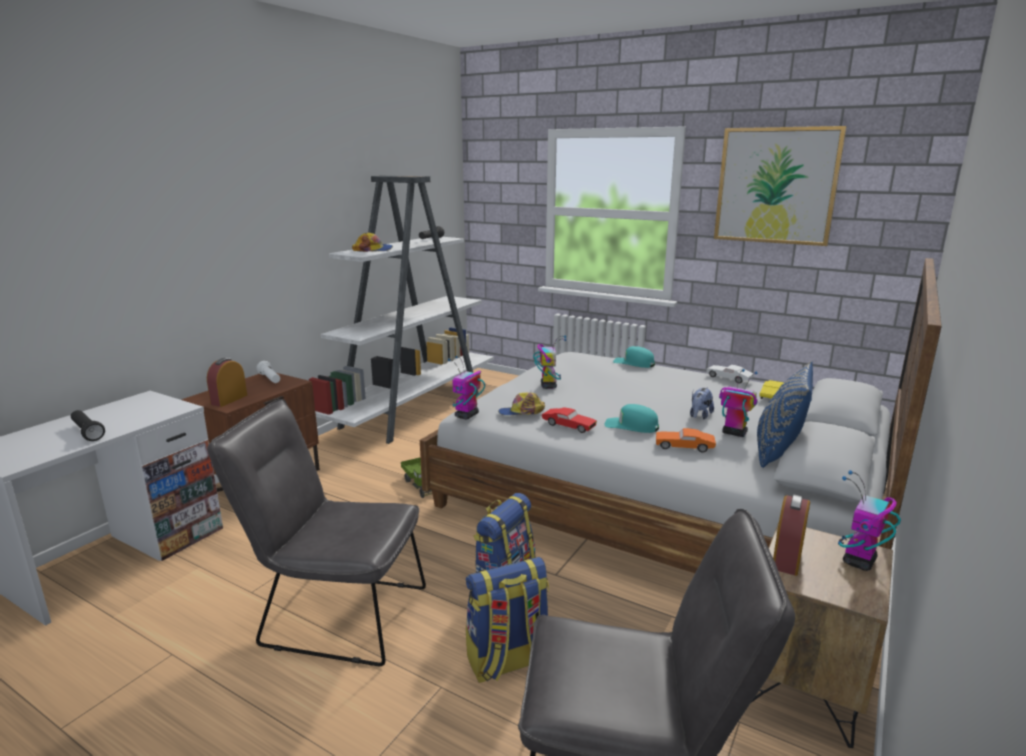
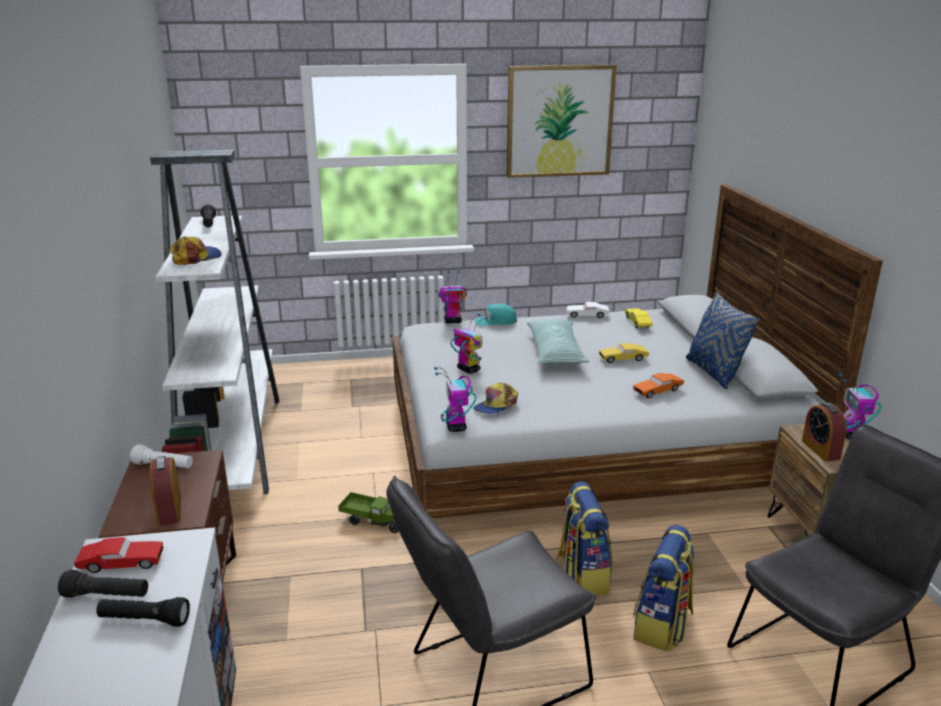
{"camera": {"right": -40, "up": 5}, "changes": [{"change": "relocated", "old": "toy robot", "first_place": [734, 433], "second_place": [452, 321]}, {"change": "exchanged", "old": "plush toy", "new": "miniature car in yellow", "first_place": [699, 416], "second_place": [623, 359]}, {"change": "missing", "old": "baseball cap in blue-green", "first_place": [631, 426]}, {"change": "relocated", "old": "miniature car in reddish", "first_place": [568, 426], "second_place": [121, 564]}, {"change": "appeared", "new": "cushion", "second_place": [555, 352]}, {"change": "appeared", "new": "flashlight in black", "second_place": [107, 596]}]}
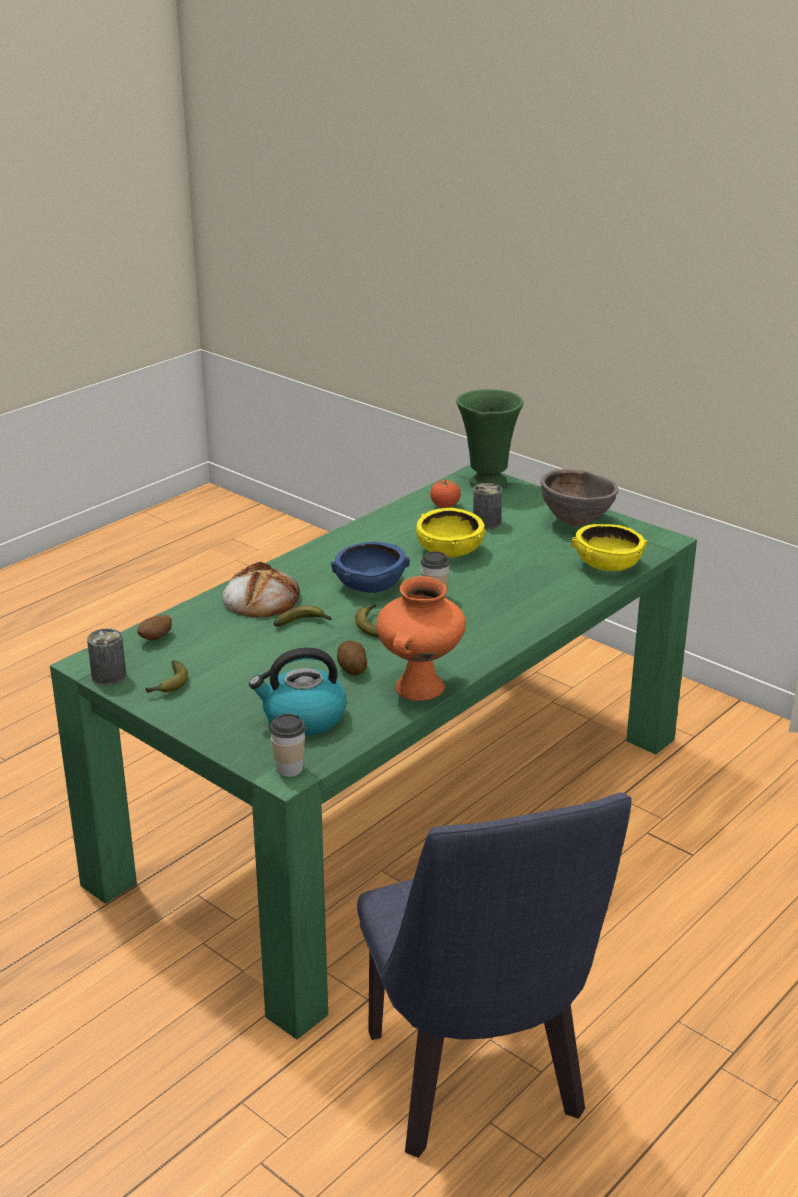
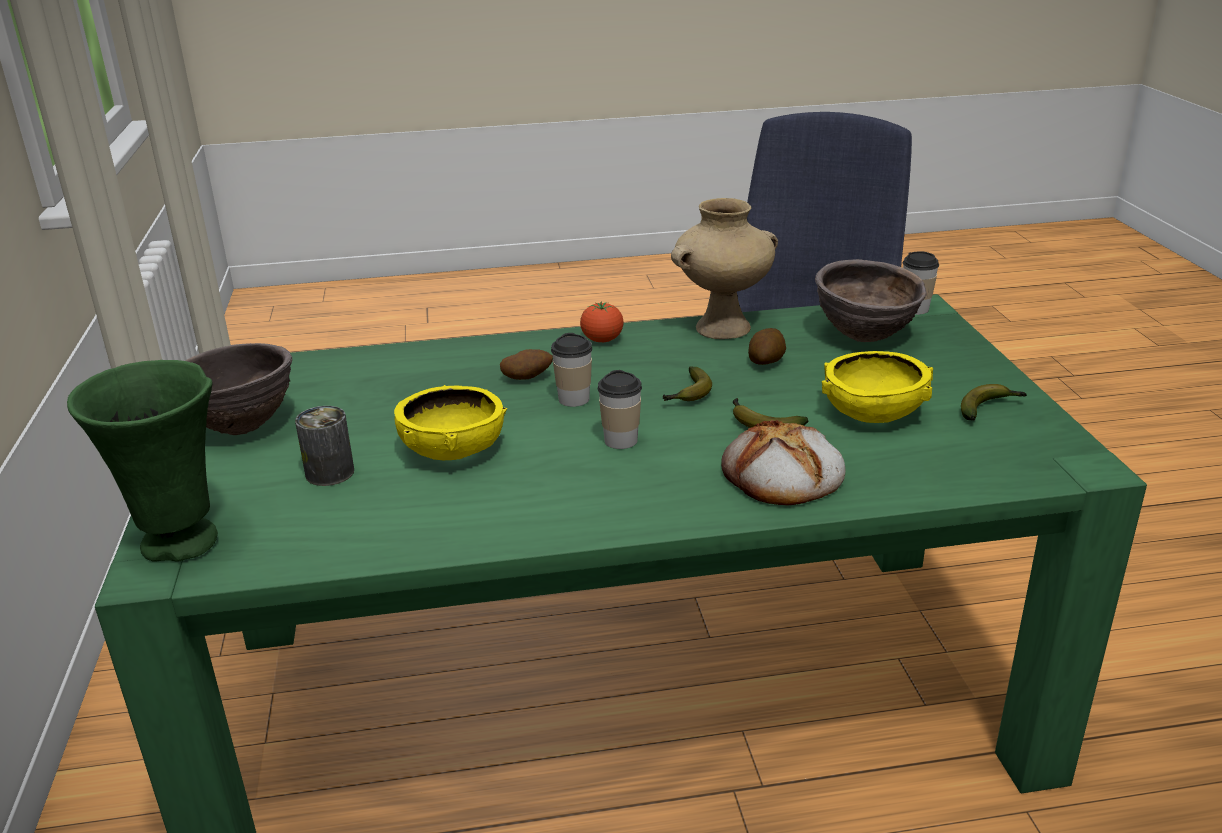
{"camera": {"right": -140, "up": 0}, "changes": [{"change": "relocated", "old": "whole tomato", "first_place": [445, 506], "second_place": [602, 340]}, {"change": "relocated", "old": "deep dish in yellow", "first_place": [607, 565], "second_place": [874, 413]}, {"change": "exchanged", "old": "deep dish in blue", "new": "cup", "first_place": [370, 585], "second_place": [621, 440]}, {"change": "colour", "old": "decorative vase in orangey", "new": "decorative vase in beige-coloured", "first_place": [420, 688], "second_place": [723, 327]}, {"change": "relocated", "old": "spud", "first_place": [156, 638], "second_place": [527, 378]}, {"change": "missing", "old": "sealed can", "first_place": [109, 676]}, {"change": "exchanged", "old": "kettle", "new": "deep dish in brownish", "first_place": [303, 718], "second_place": [865, 338]}]}
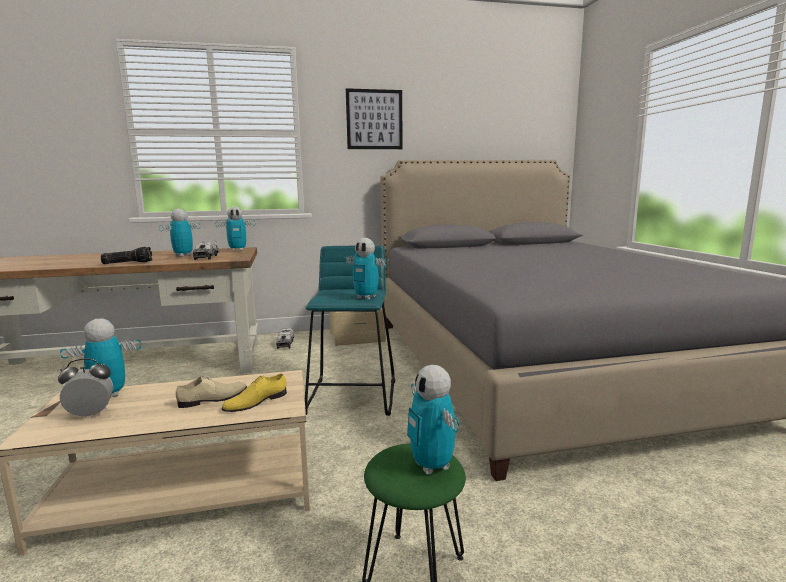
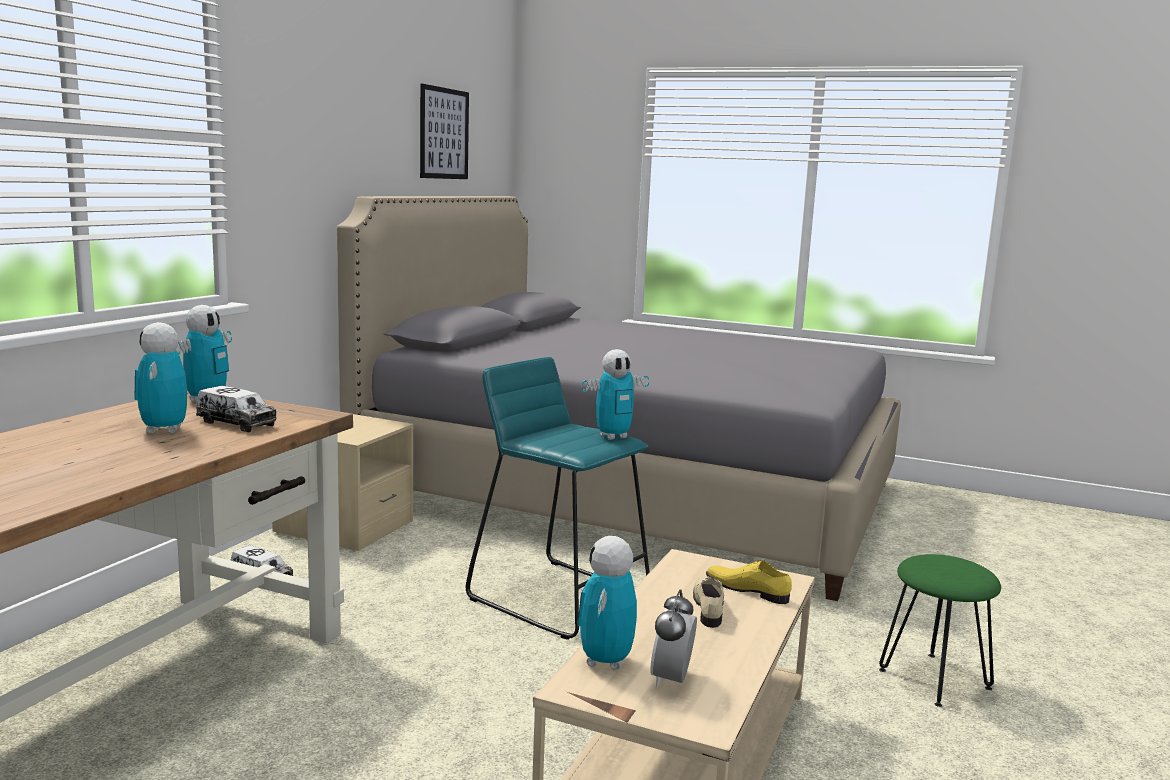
{"camera": {"right": -55, "up": 0}, "changes": [{"change": "relocated", "old": "wall art", "first_place": [374, 119], "second_place": [444, 133]}, {"change": "missing", "old": "flashlight", "first_place": [128, 263]}, {"change": "missing", "old": "toy robot", "first_place": [432, 466]}, {"change": "spun", "old": "shoe in yellow", "first_place": [255, 401], "second_place": [748, 588], "degrees": 135}]}
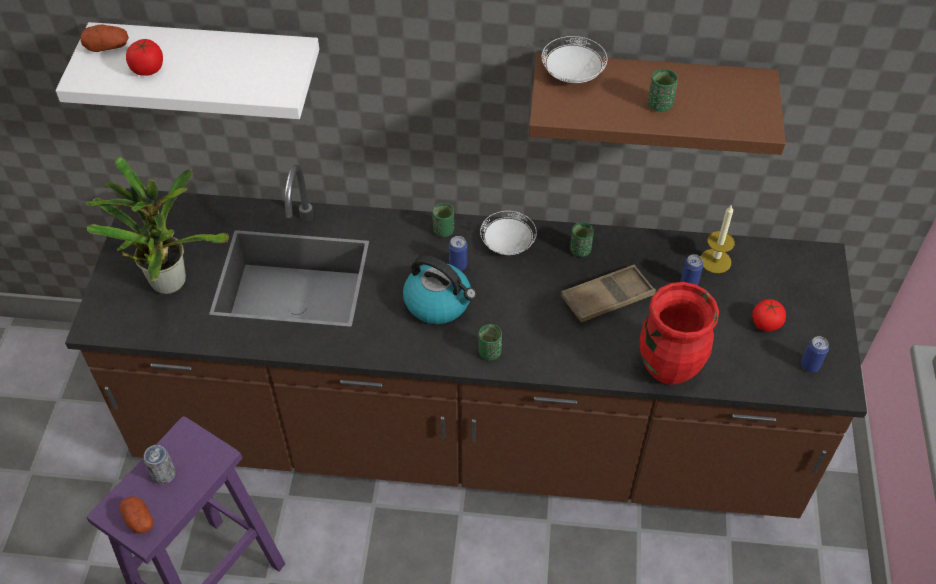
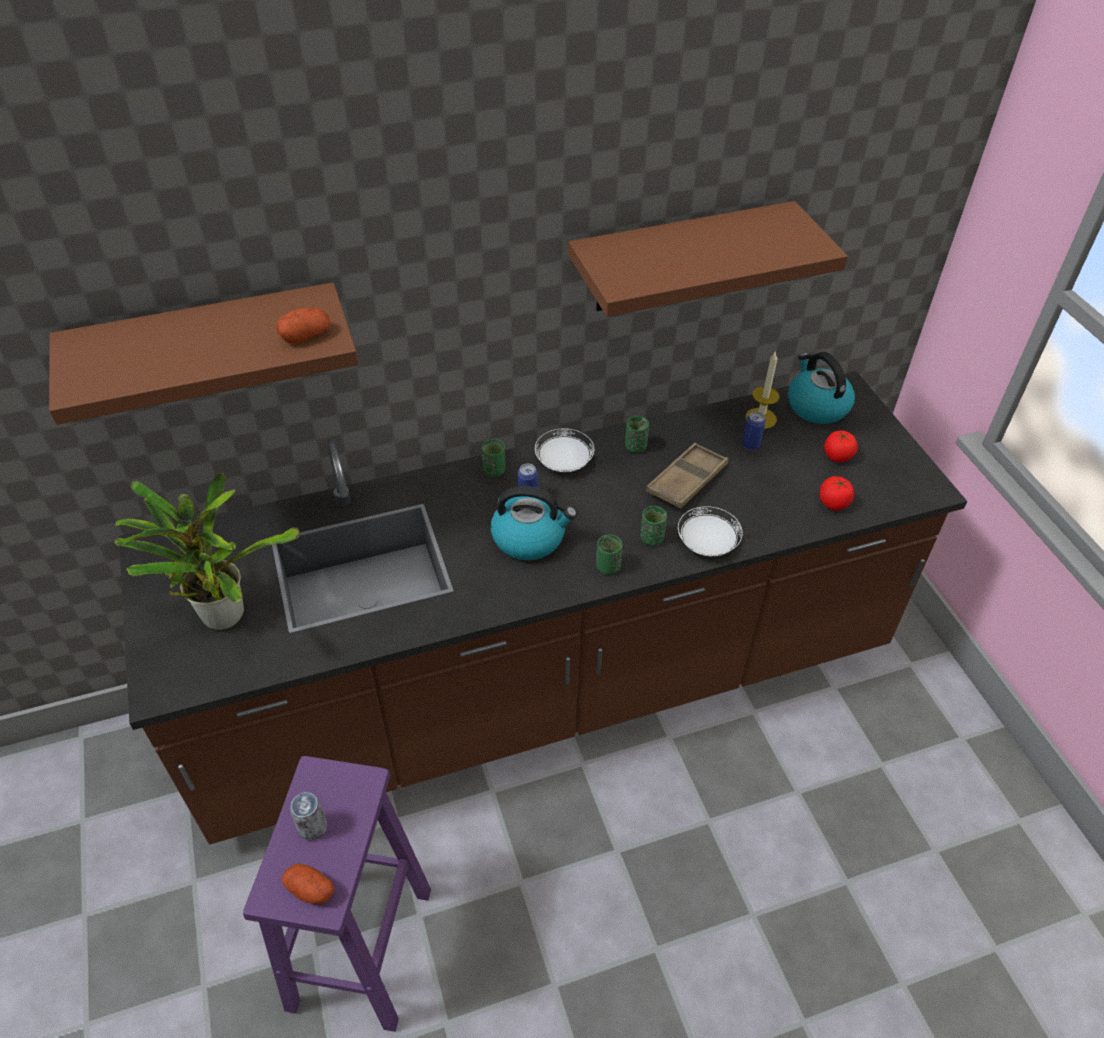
{"camera": {"right": -25, "up": -5}, "changes": [{"change": "colour", "old": "shelf in white-coloured", "new": "shelf in brownish", "first_place": [210, 61], "second_place": [208, 345]}, {"change": "relocated", "old": "spud", "first_place": [107, 47], "second_place": [306, 336]}, {"change": "relocated", "old": "flat dish in white-coloured", "first_place": [572, 74], "second_place": [707, 544]}, {"change": "relocated", "old": "whole tomato", "first_place": [148, 69], "second_place": [833, 503]}, {"change": "relocated", "old": "cup in green", "first_place": [659, 105], "second_place": [651, 538]}, {"change": "missing", "old": "decorative vase in reddish", "first_place": [669, 367]}, {"change": "missing", "old": "sealed can", "first_place": [810, 365]}, {"change": "appeared", "new": "kettle", "second_place": [816, 406]}]}
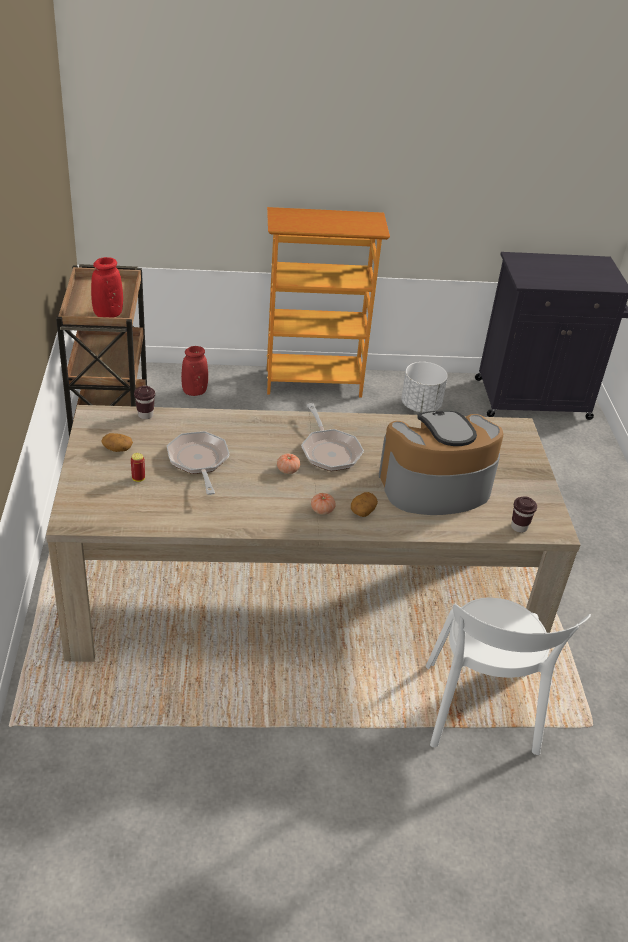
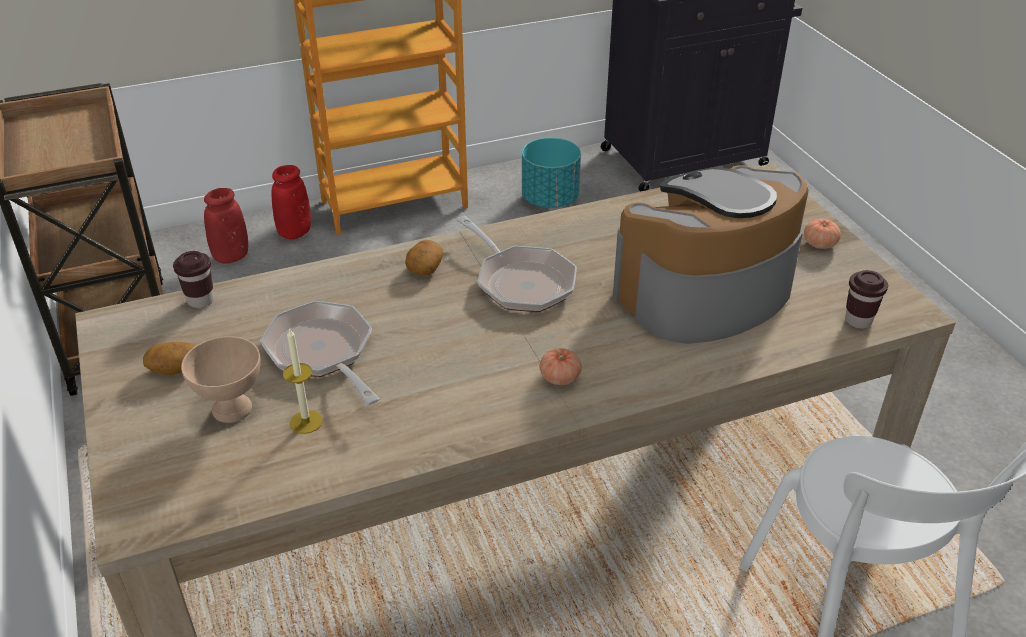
{"camera": {"right": -15, "up": 0}, "changes": [{"change": "relocated", "old": "decorative vase in reddish", "first_place": [108, 314], "second_place": [294, 232]}, {"change": "colour", "old": "flower pot in white-coloured", "new": "flower pot in blue-green", "first_place": [421, 405], "second_place": [550, 199]}, {"change": "exchanged", "old": "sealed can", "new": "deep dish in beige-coloured", "first_place": [138, 478], "second_place": [231, 410]}, {"change": "relocated", "old": "whole tomato", "first_place": [288, 470], "second_place": [819, 244]}, {"change": "relocated", "old": "spud", "first_place": [363, 510], "second_place": [424, 268]}, {"change": "appeared", "new": "wax light", "second_place": [306, 422]}]}
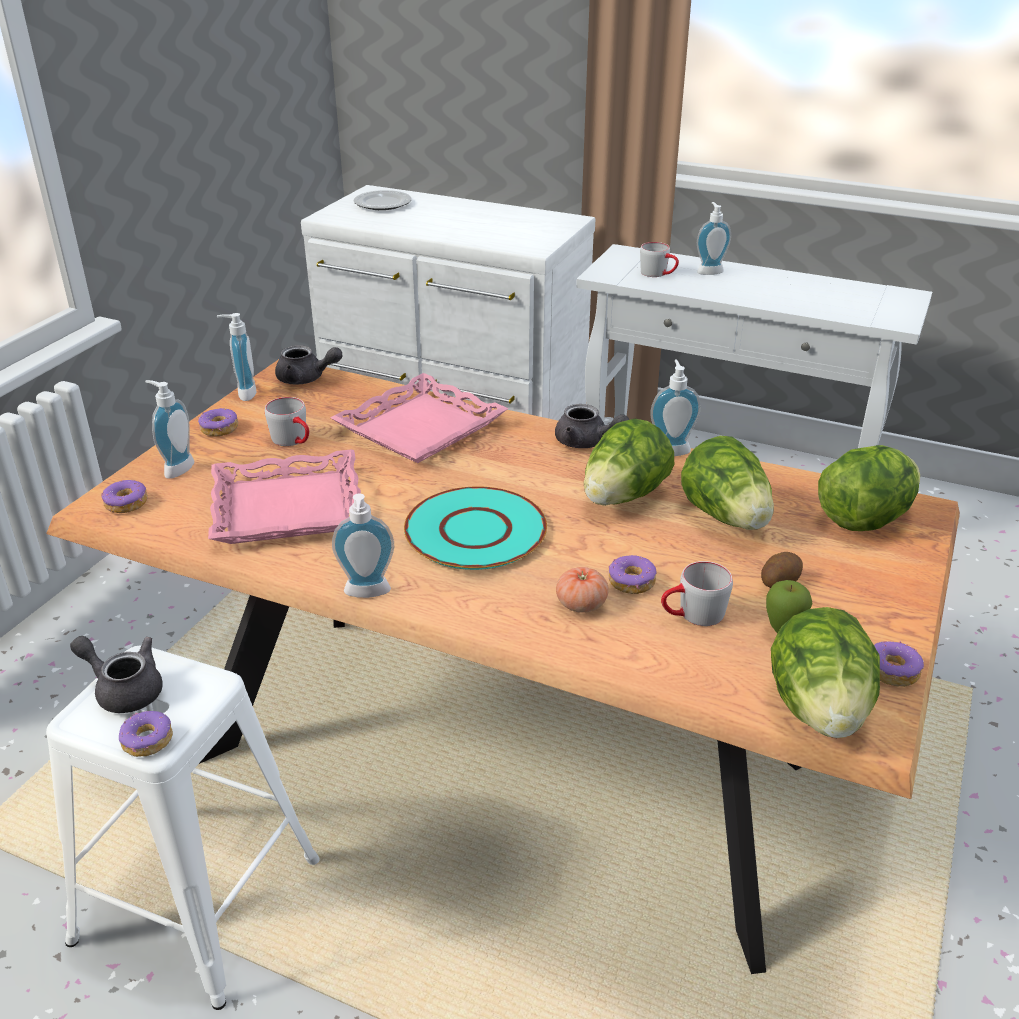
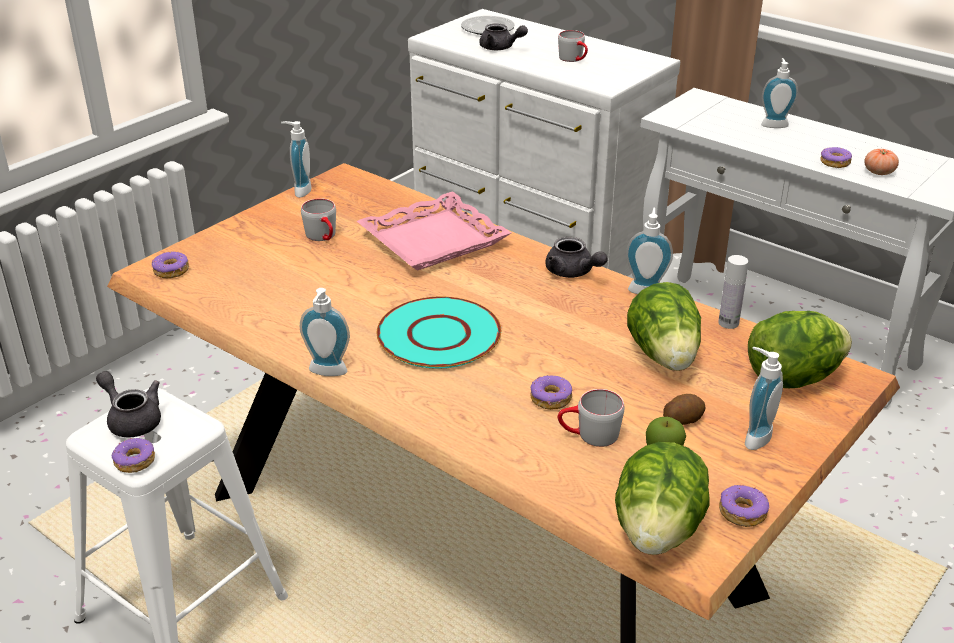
{"camera": {"right": 15, "up": 0}, "changes": [{"change": "relocated", "old": "mug in greyish", "first_place": [659, 274], "second_place": [574, 59]}, {"change": "relocated", "old": "tea pot in greyish", "first_place": [306, 379], "second_place": [500, 48]}, {"change": "relocated", "old": "soap dispenser", "first_place": [175, 468], "second_place": [753, 436]}, {"change": "relocated", "old": "donut", "first_place": [219, 429], "second_place": [835, 163]}, {"change": "missing", "old": "head of lettuce", "first_place": [623, 497]}, {"change": "missing", "old": "serving tray in pink", "first_place": [288, 507]}, {"change": "relocated", "old": "whole tomato", "first_place": [581, 604], "second_place": [879, 172]}, {"change": "appeared", "new": "bottle in white-coloured", "second_place": [728, 323]}]}
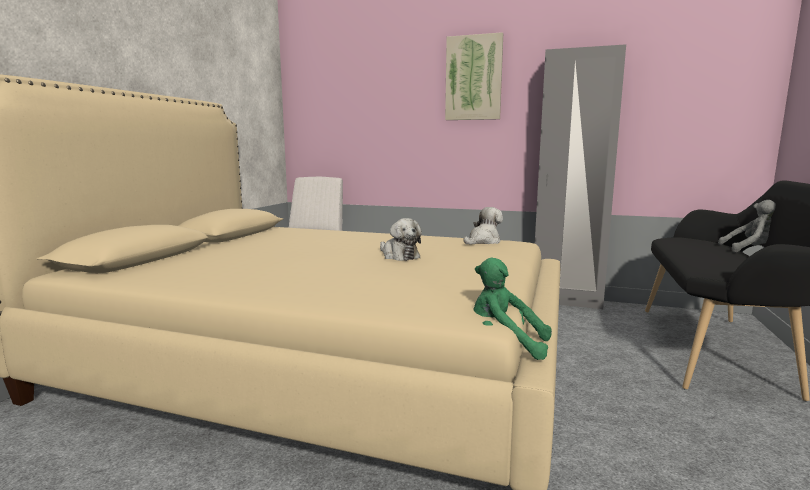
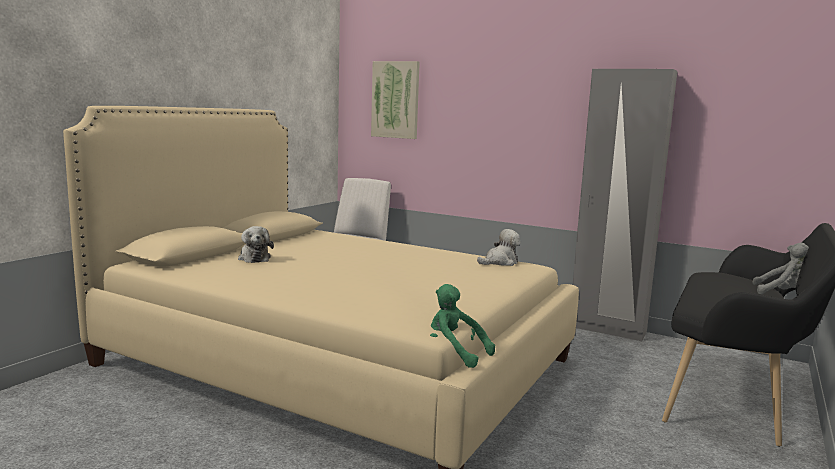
{"camera": {"right": 10, "up": 0}, "changes": [{"change": "relocated", "old": "wall art", "first_place": [473, 78], "second_place": [395, 100]}, {"change": "relocated", "old": "plush toy", "first_place": [399, 256], "second_place": [254, 258]}]}
